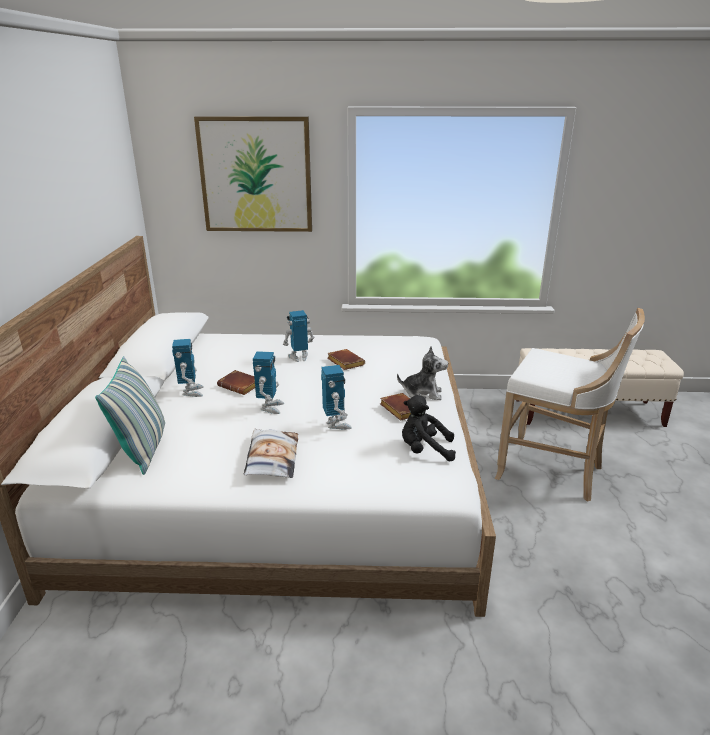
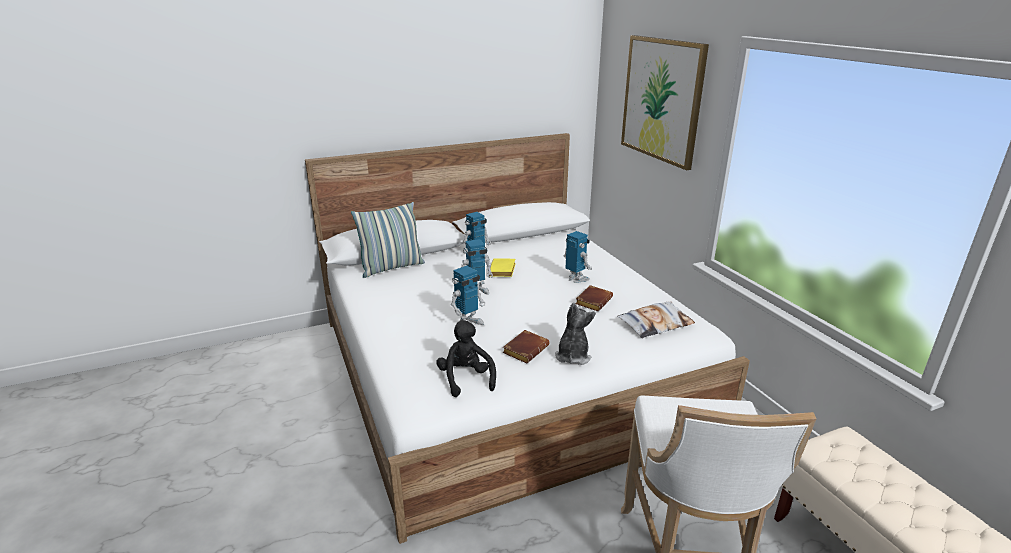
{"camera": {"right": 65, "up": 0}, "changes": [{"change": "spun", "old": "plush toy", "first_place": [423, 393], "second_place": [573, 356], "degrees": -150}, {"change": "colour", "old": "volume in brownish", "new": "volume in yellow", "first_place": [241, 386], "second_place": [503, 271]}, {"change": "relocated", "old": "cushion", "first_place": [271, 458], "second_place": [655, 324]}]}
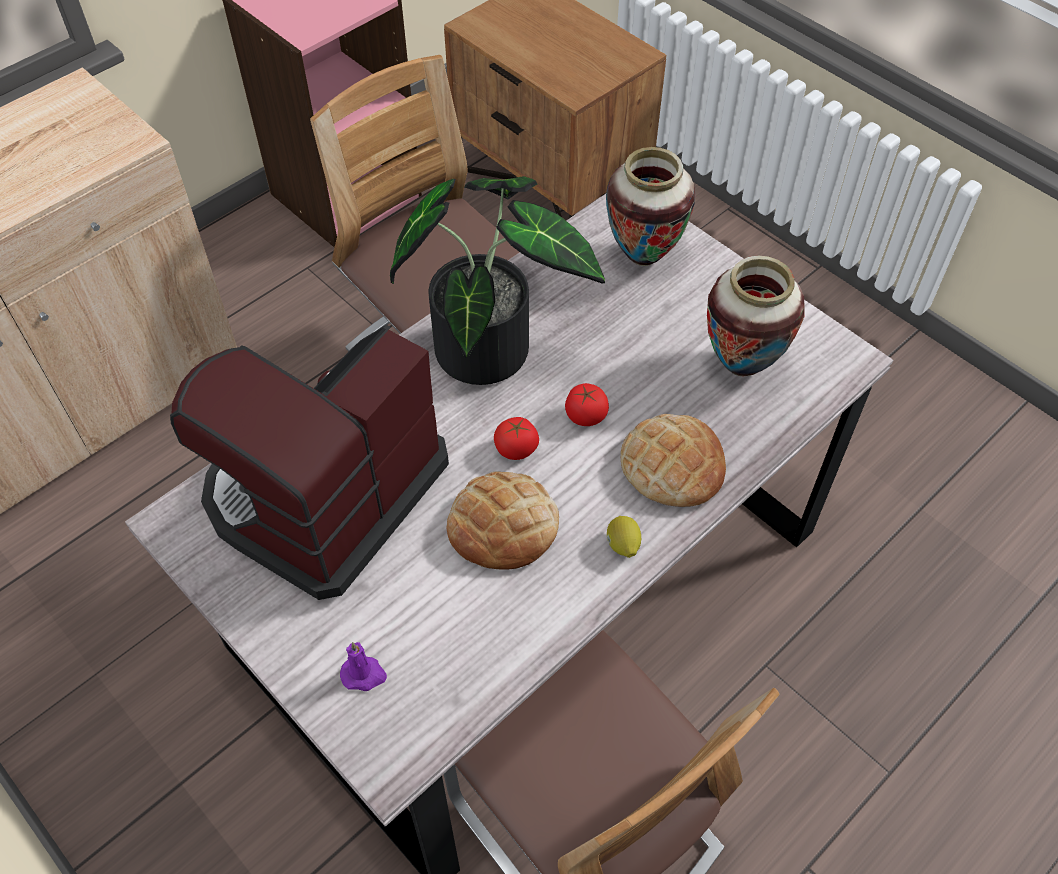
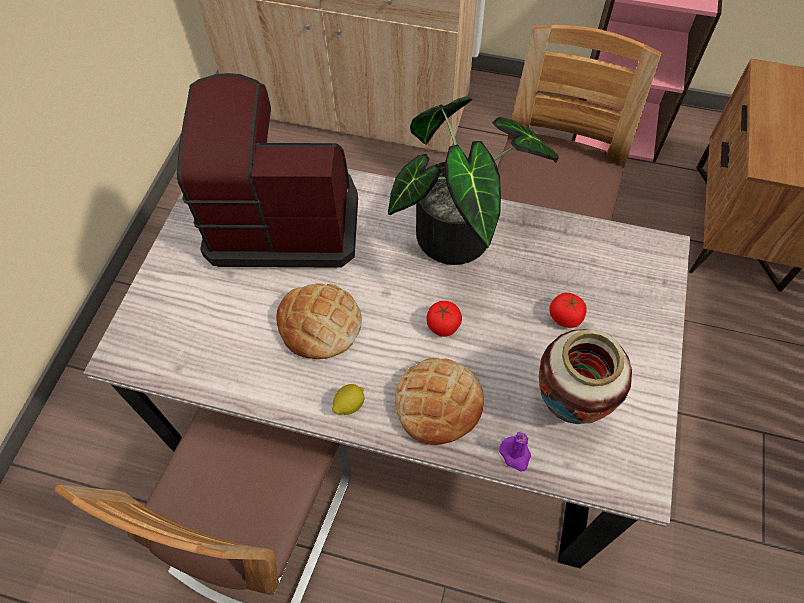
{"camera": {"right": 60, "up": 5}, "changes": [{"change": "missing", "old": "decorative vase", "first_place": [643, 256]}, {"change": "relocated", "old": "whole tomato", "first_place": [516, 449], "second_place": [565, 317]}, {"change": "relocated", "old": "wax light in purple", "first_place": [364, 674], "second_place": [515, 454]}]}
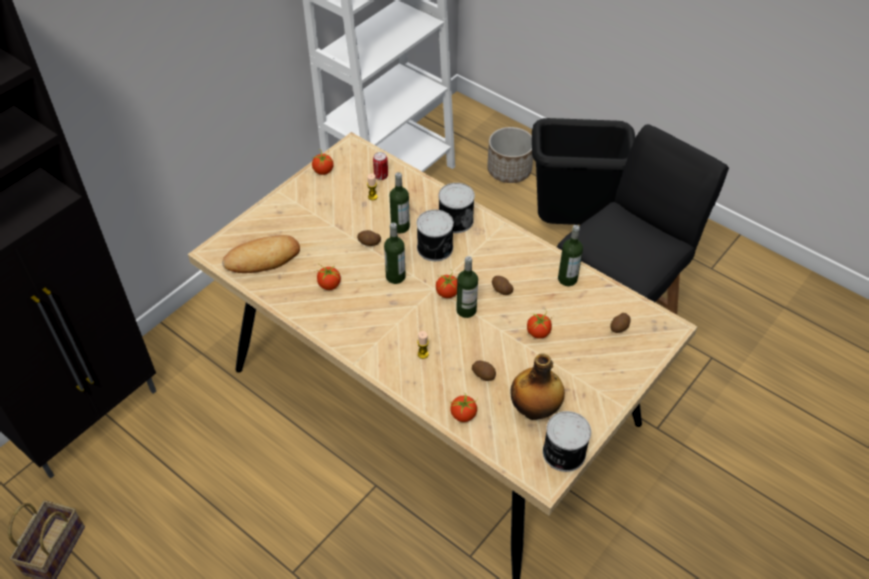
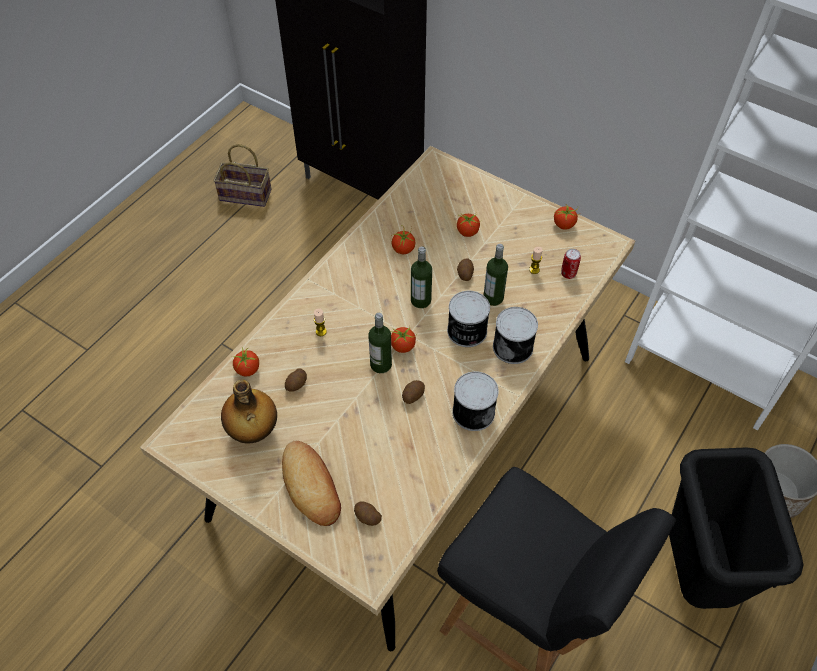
{"camera": {"right": 85, "up": 5}, "changes": [{"change": "missing", "old": "bottle", "first_place": [567, 279]}, {"change": "relocated", "old": "baked bread", "first_place": [263, 258], "second_place": [311, 486]}, {"change": "relocated", "old": "whole tomato", "first_place": [538, 332], "second_place": [468, 232]}, {"change": "relocated", "old": "sealed can", "first_place": [563, 453], "second_place": [472, 411]}]}
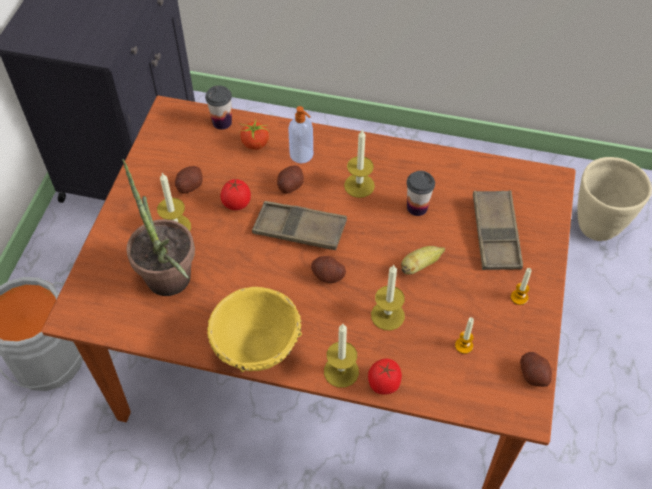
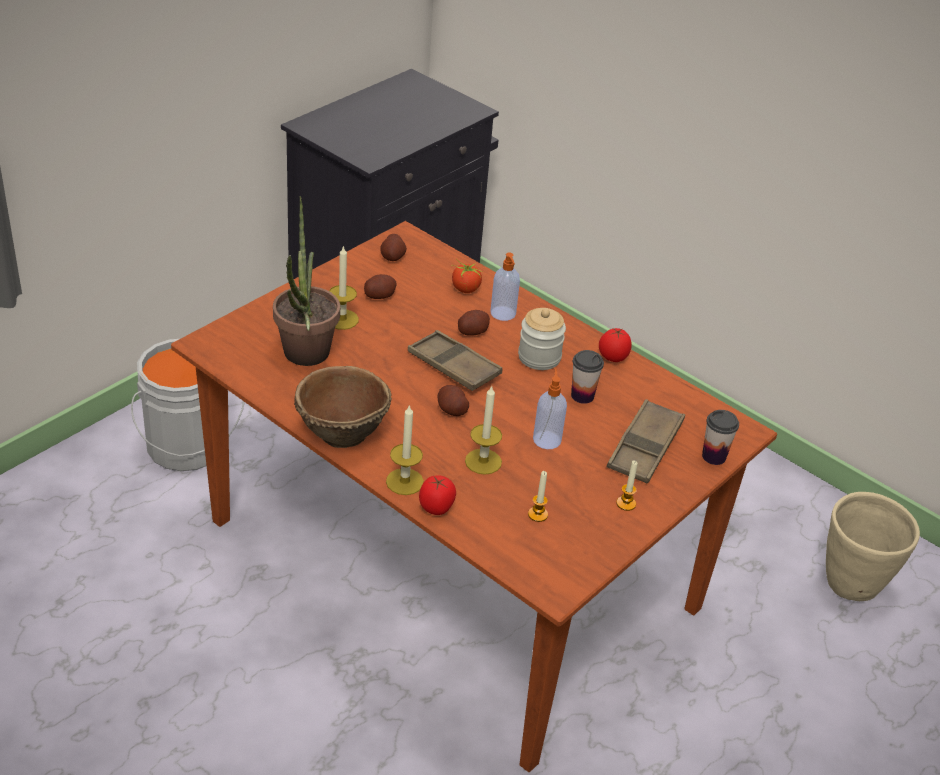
{"camera": {"right": 25, "up": -15}, "changes": [{"change": "relocated", "old": "cup", "first_place": [222, 122], "second_place": [714, 456]}, {"change": "exchanged", "old": "wax light", "new": "jar", "first_place": [359, 185], "second_place": [539, 357]}, {"change": "relocated", "old": "whole tomato", "first_place": [236, 204], "second_place": [612, 358]}, {"change": "exchanged", "old": "banana fruit", "new": "soap dispenser", "first_place": [420, 265], "second_place": [547, 439]}, {"change": "colour", "old": "deep dish in yellow", "new": "deep dish in brownish", "first_place": [256, 349], "second_place": [341, 433]}, {"change": "relocated", "old": "spud", "first_place": [533, 375], "second_place": [393, 257]}]}
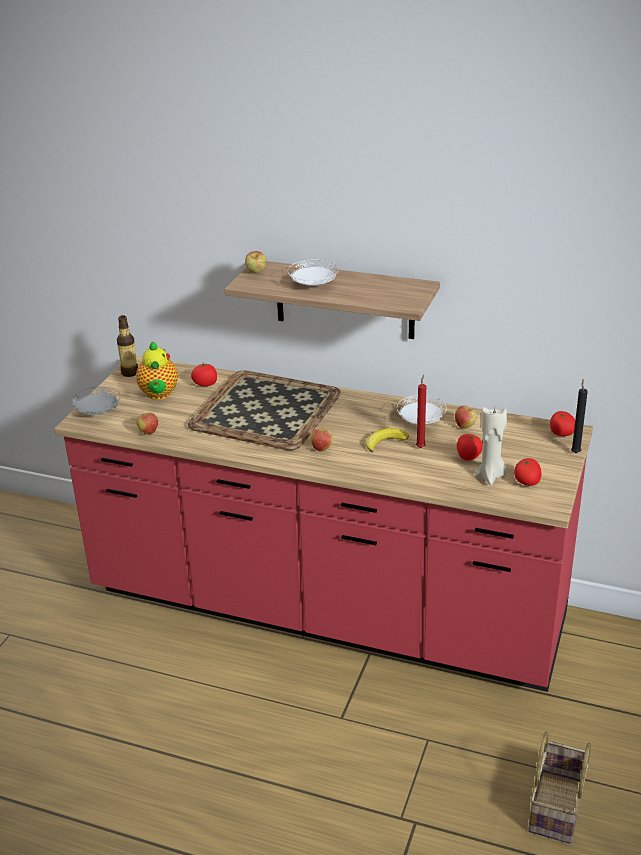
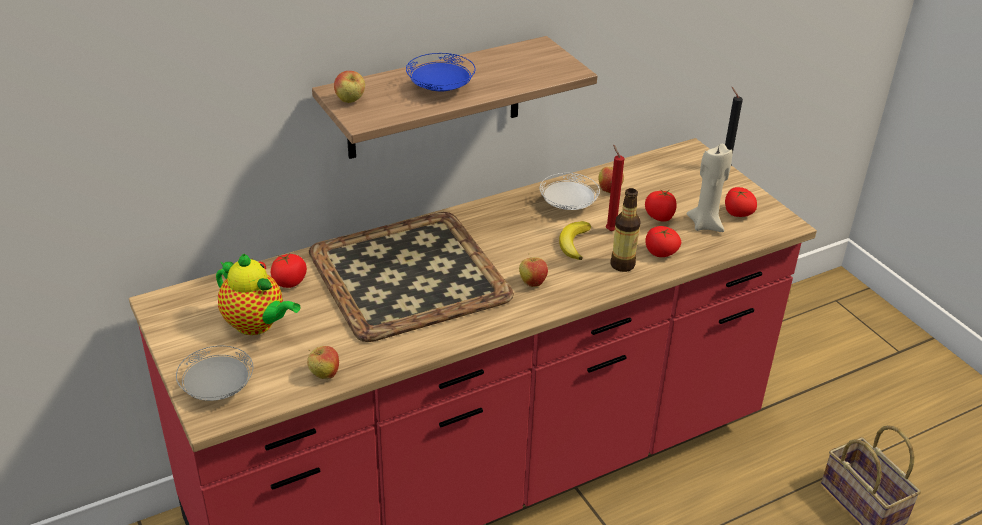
{"camera": {"right": -50, "up": 5}, "changes": [{"change": "colour", "old": "flat dish in white-coloured", "new": "flat dish in blue", "first_place": [313, 285], "second_place": [441, 89]}, {"change": "relocated", "old": "bottle", "first_place": [130, 373], "second_place": [622, 265]}, {"change": "relocated", "old": "whole tomato", "first_place": [561, 433], "second_place": [660, 253]}]}
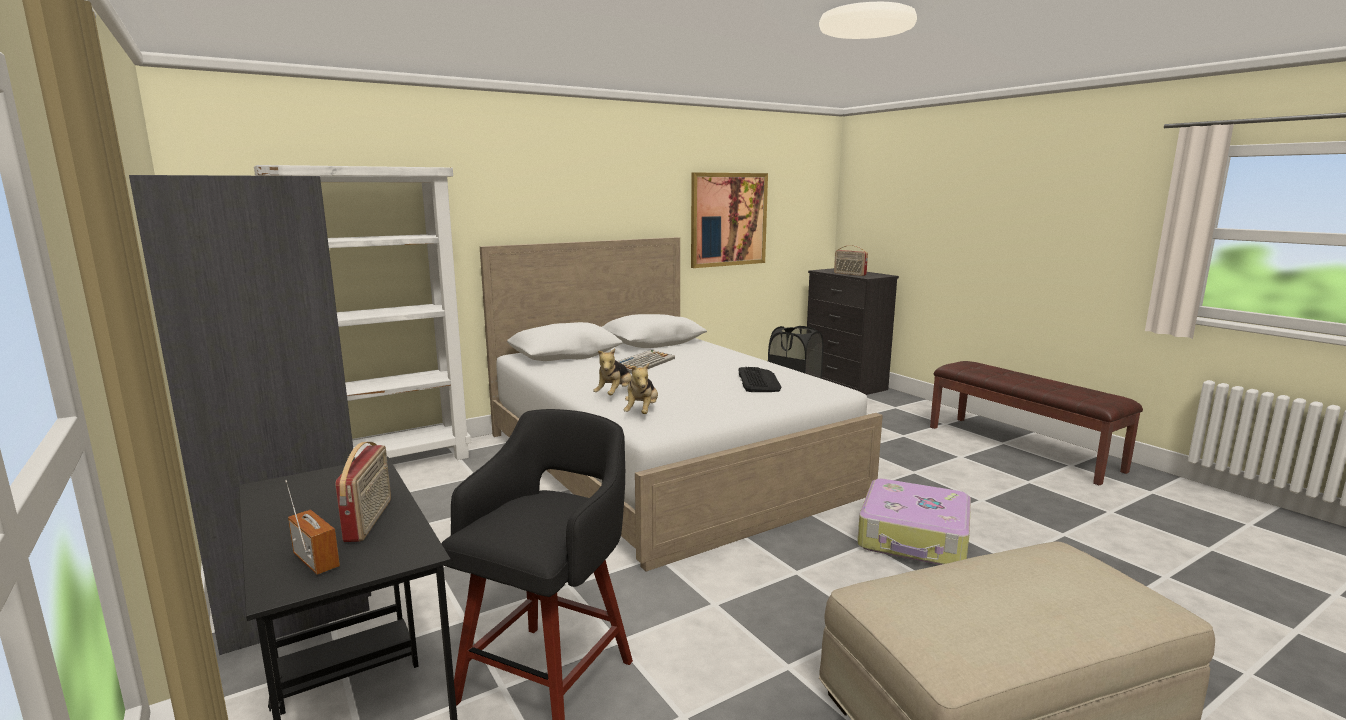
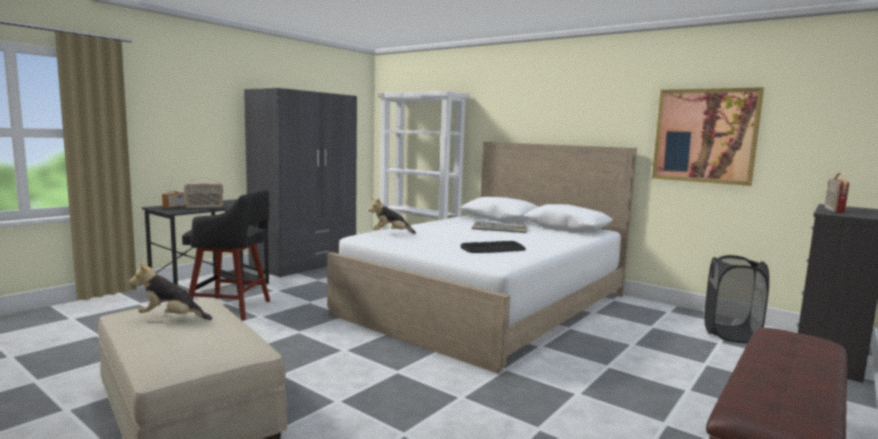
{"camera": {"right": 70, "up": -5}, "changes": [{"change": "relocated", "old": "plush toy", "first_place": [615, 394], "second_place": [171, 318]}, {"change": "missing", "old": "piece of luggage", "first_place": [914, 538]}]}
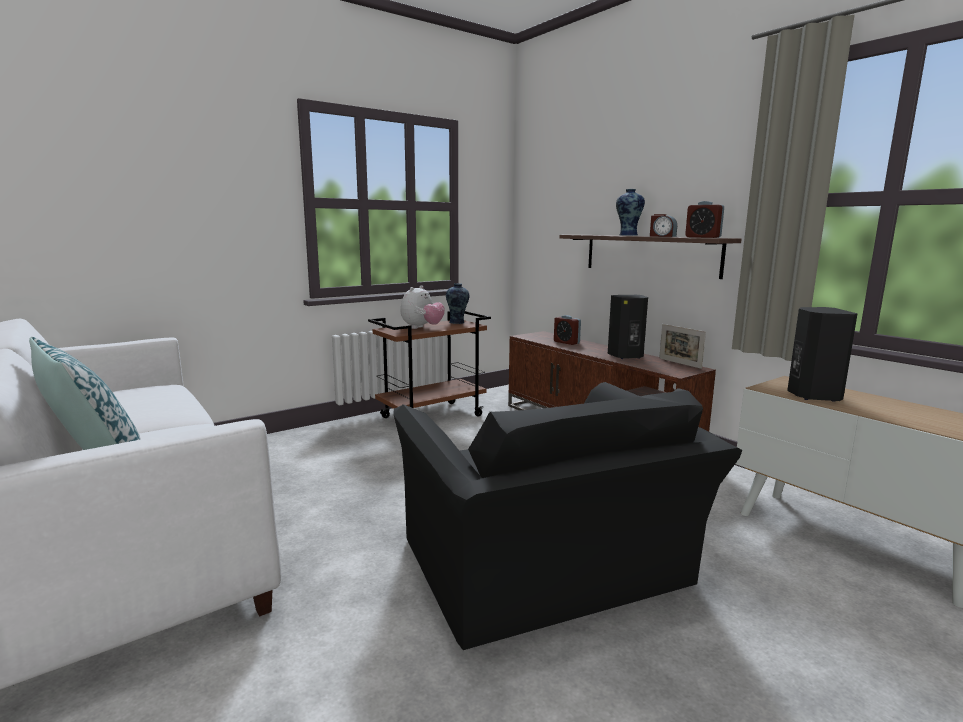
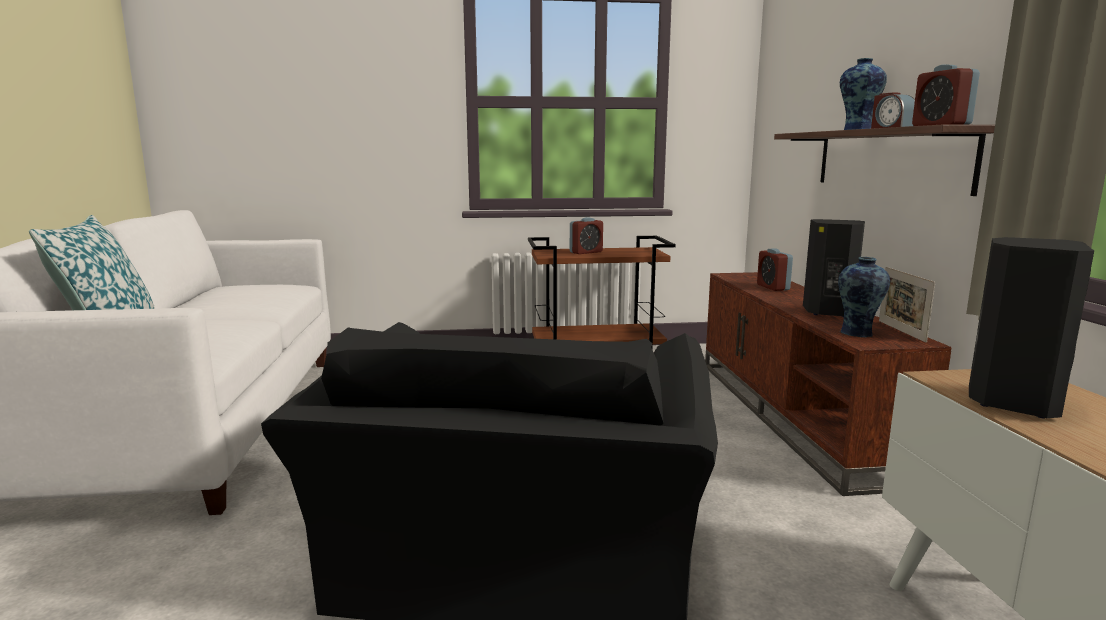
{"camera": {"right": 30, "up": 0}, "changes": [{"change": "relocated", "old": "decorative vase", "first_place": [457, 322], "second_place": [857, 333]}, {"change": "exchanged", "old": "plush toy", "new": "alarm clock", "first_place": [422, 328], "second_place": [586, 252]}]}
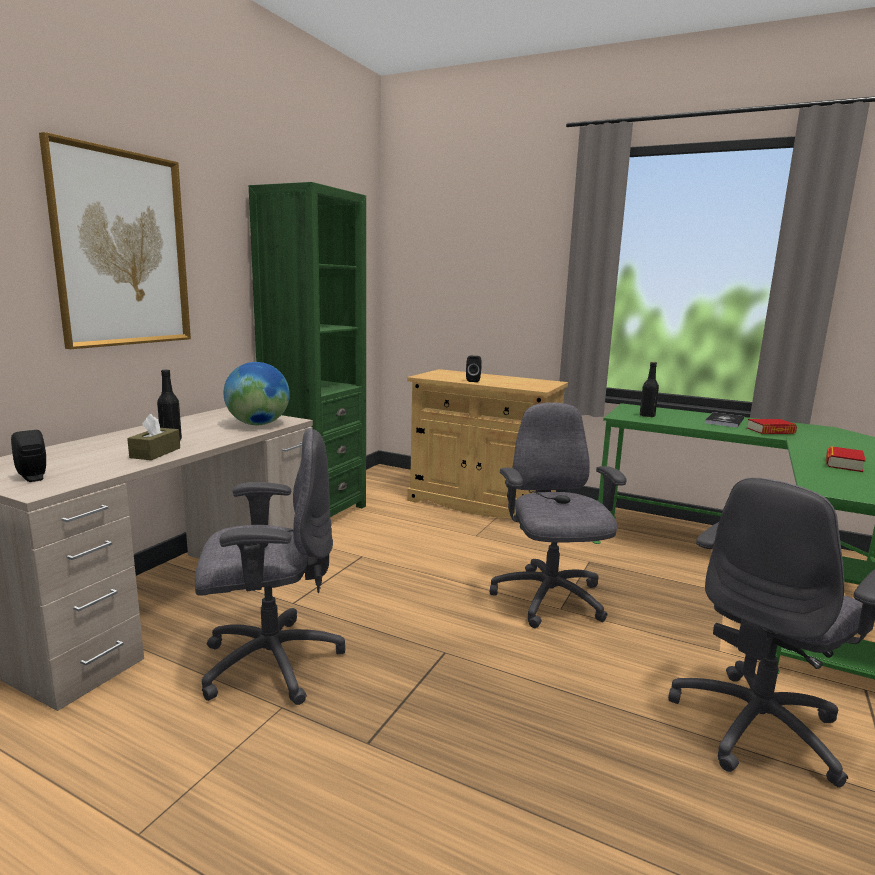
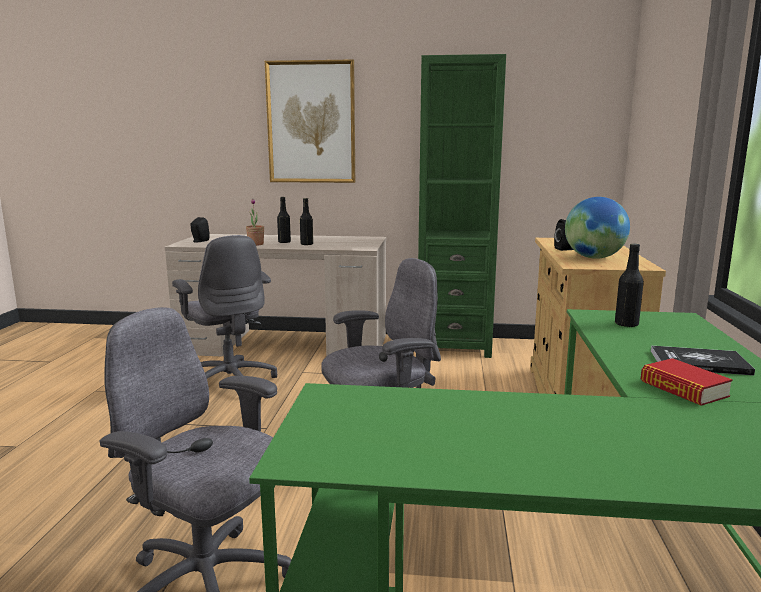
{"camera": {"right": 70, "up": 0}, "changes": [{"change": "relocated", "old": "world globe", "first_place": [258, 424], "second_place": [593, 258]}, {"change": "exchanged", "old": "box of tissues in brownish", "new": "potted plant", "first_place": [155, 453], "second_place": [256, 244]}, {"change": "missing", "old": "volume", "first_place": [843, 464]}, {"change": "appeared", "new": "bottle in black", "second_place": [306, 244]}]}
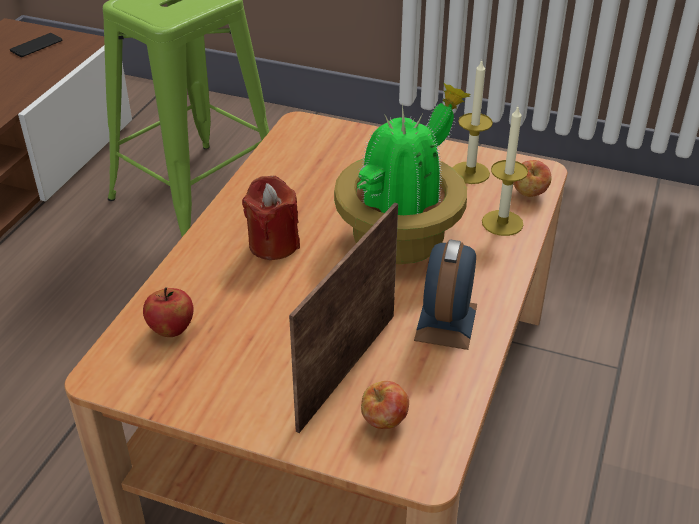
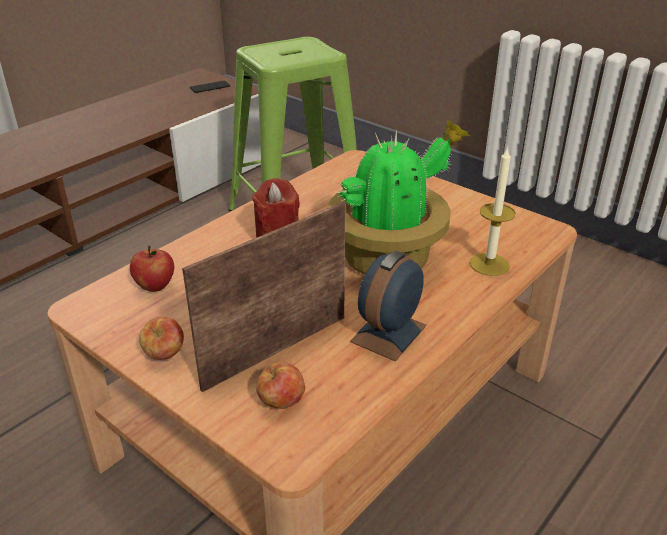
{"camera": {"right": 20, "up": -5}, "changes": [{"change": "missing", "old": "wax light", "first_place": [470, 173]}, {"change": "relocated", "old": "whole apple", "first_place": [529, 194], "second_place": [165, 355]}]}
